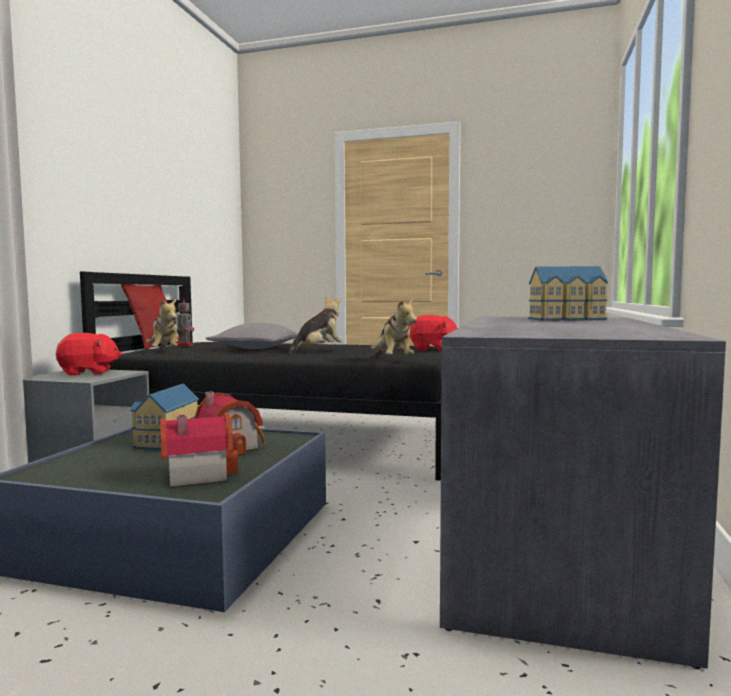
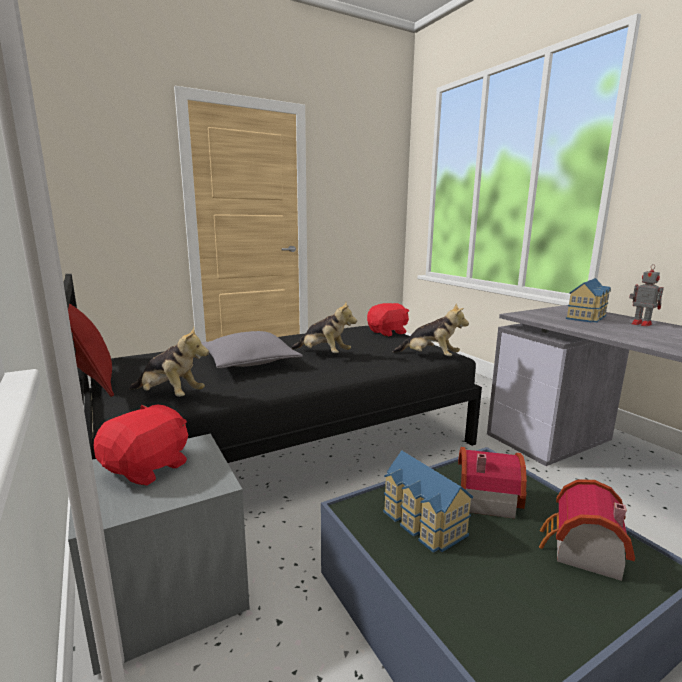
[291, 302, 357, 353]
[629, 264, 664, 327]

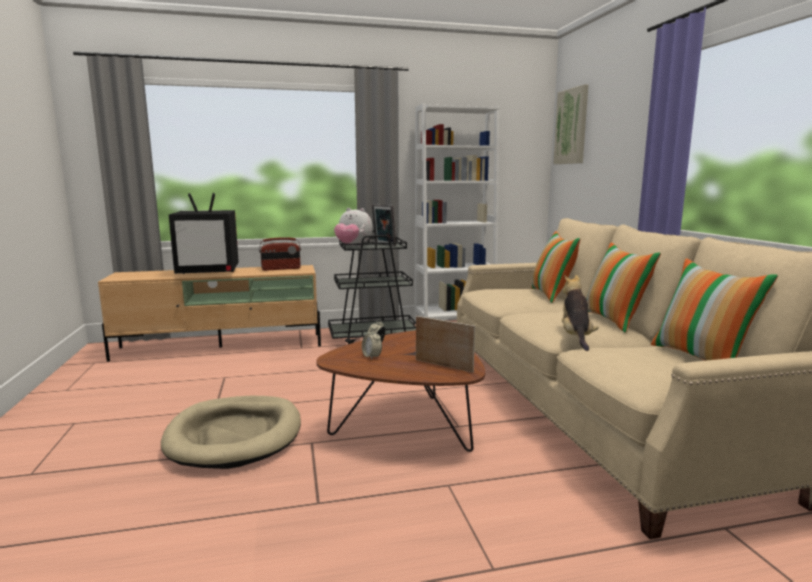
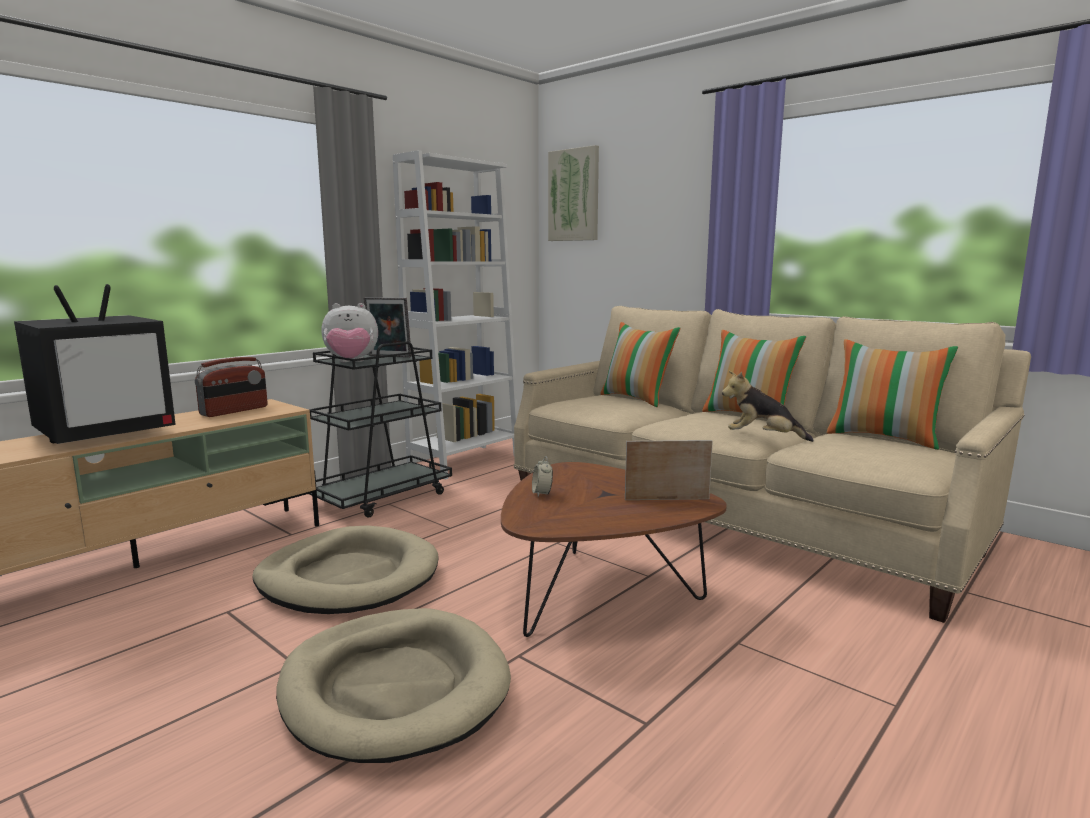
[252, 525, 438, 614]
[722, 371, 814, 442]
[362, 328, 382, 359] (first image)

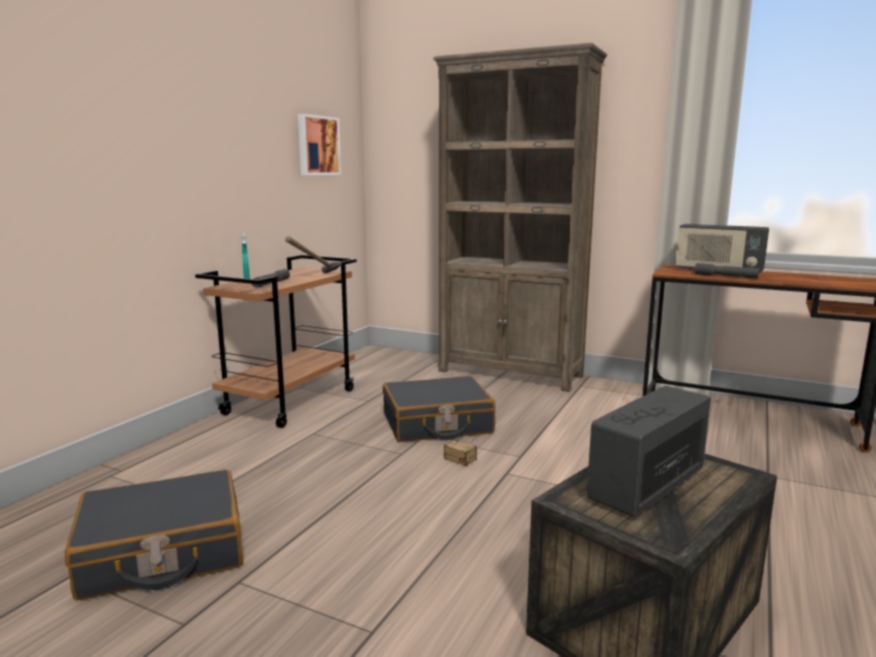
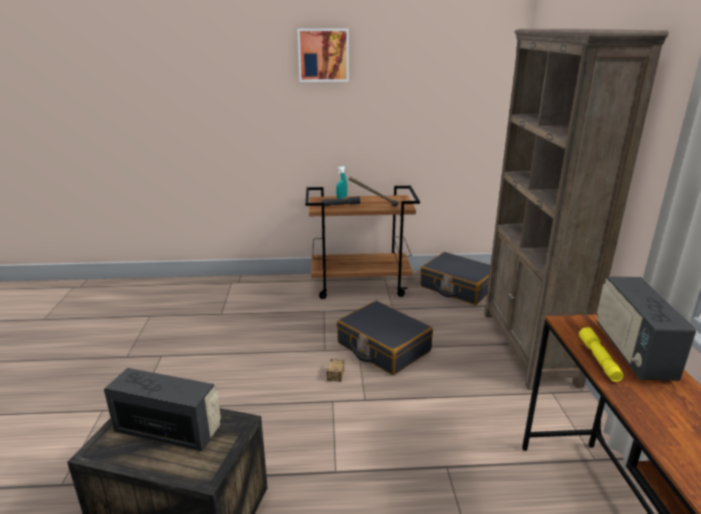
[297, 29, 349, 82]
[420, 252, 491, 305]
[579, 327, 624, 382]

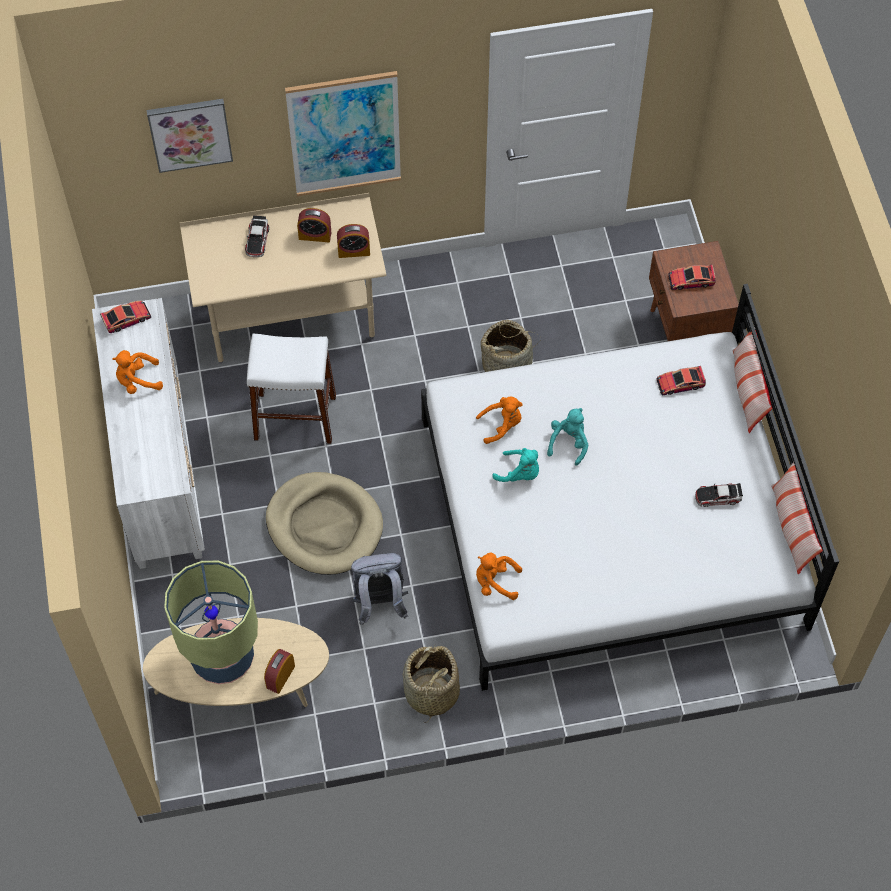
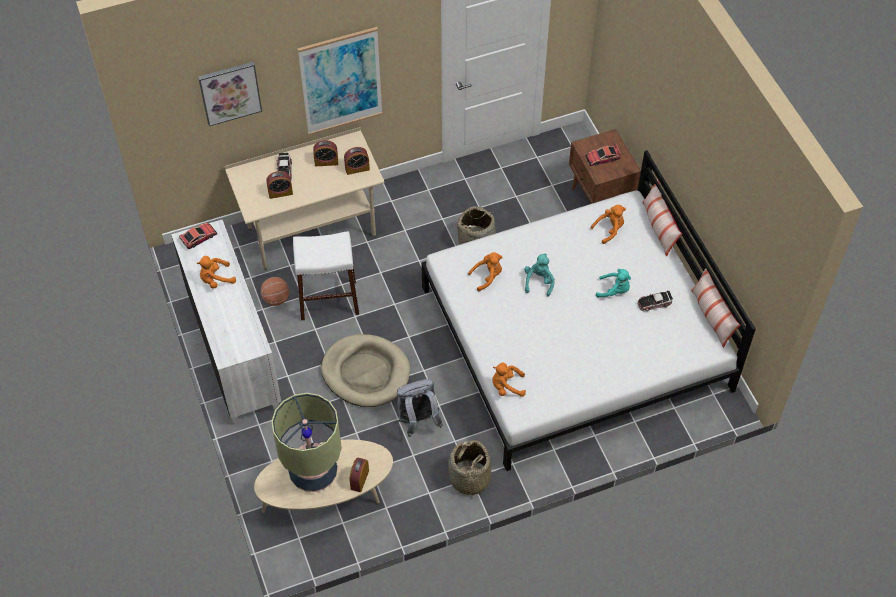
[261, 277, 289, 306]
[266, 171, 293, 199]
[591, 205, 626, 244]
[596, 269, 631, 298]

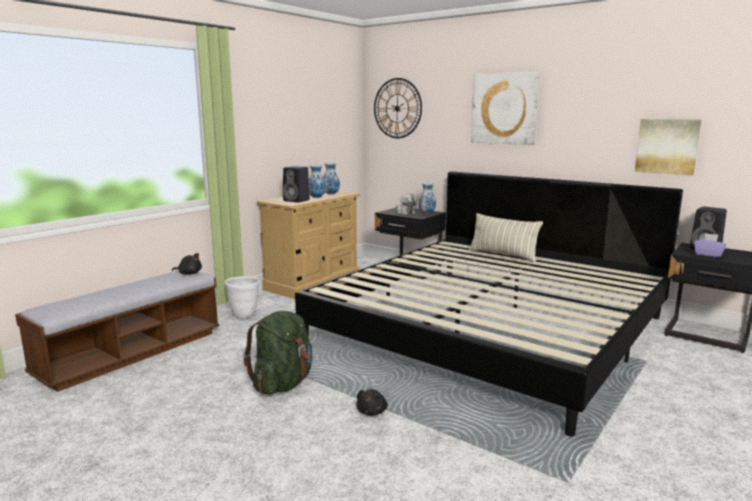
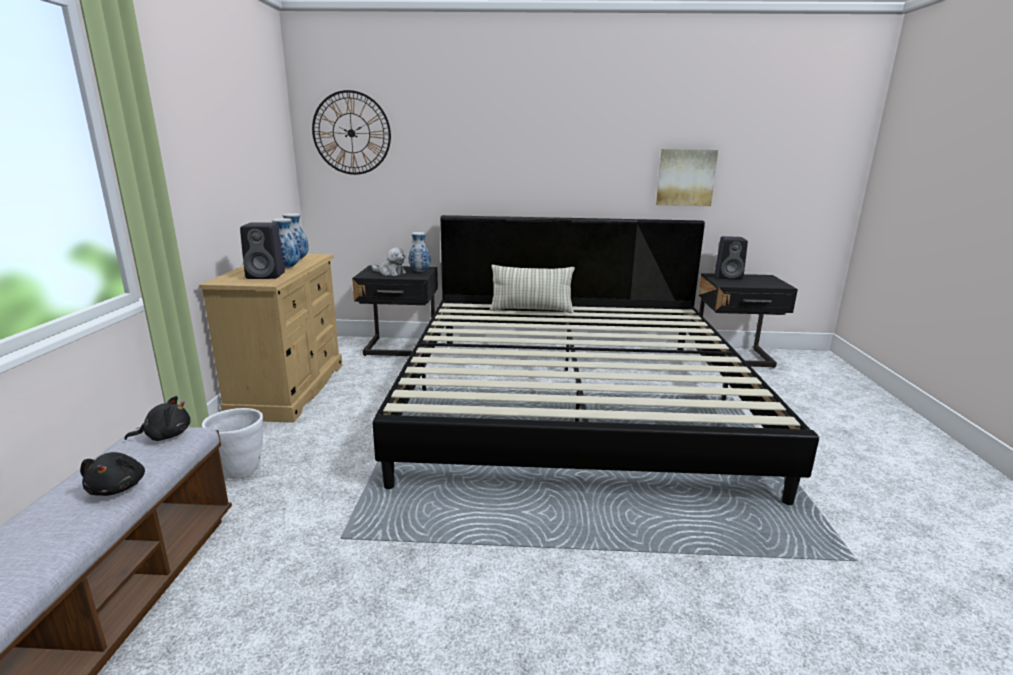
[80, 452, 145, 496]
[243, 311, 312, 395] (first image)
[471, 72, 540, 145] (first image)
[694, 233, 726, 258] (first image)

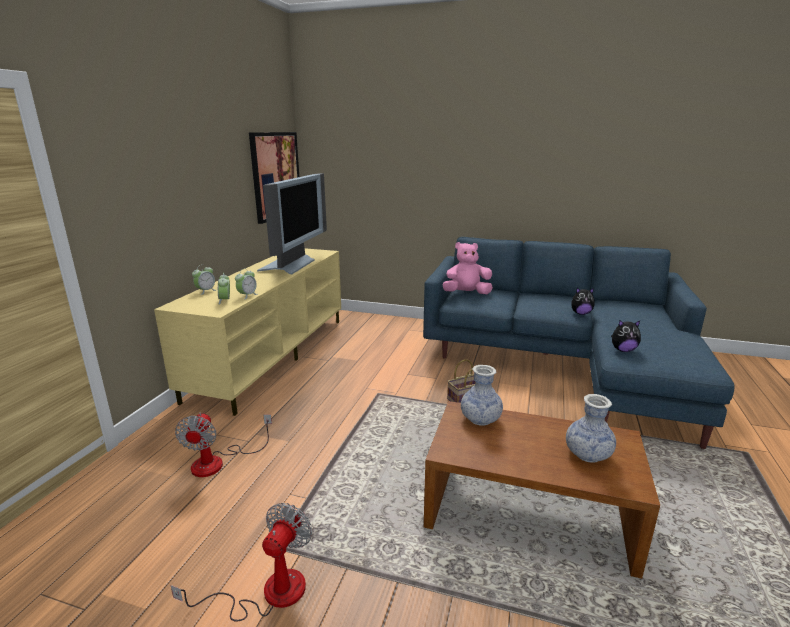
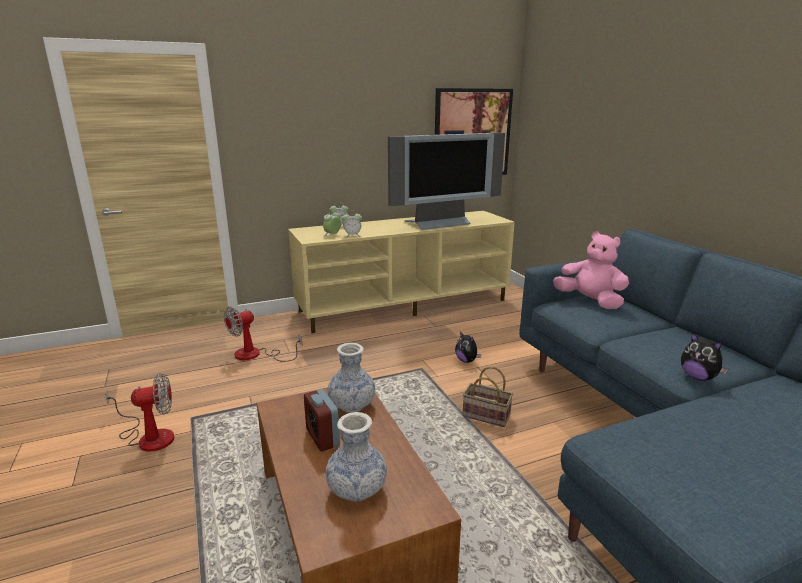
[304, 389, 340, 451]
[455, 331, 481, 363]

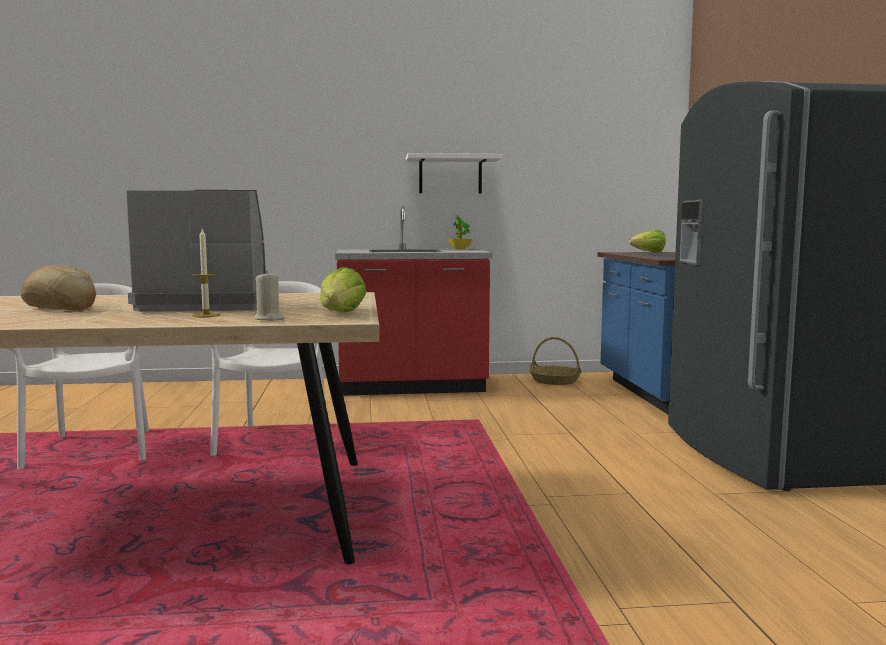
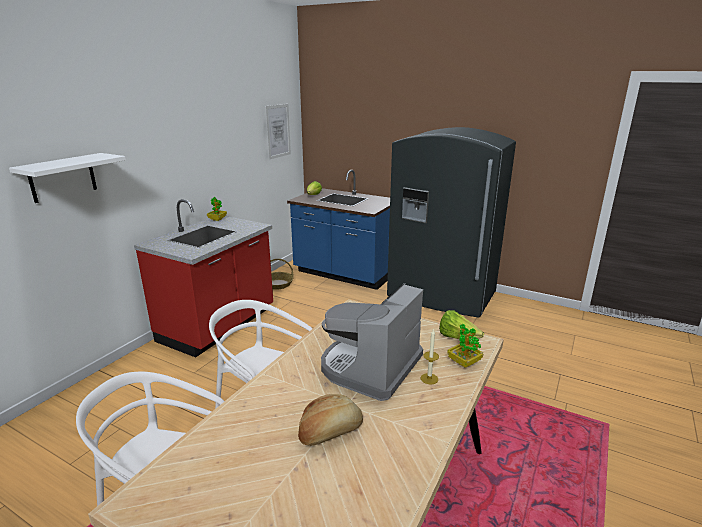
[9, 153, 126, 203]
[265, 104, 291, 160]
[447, 324, 483, 367]

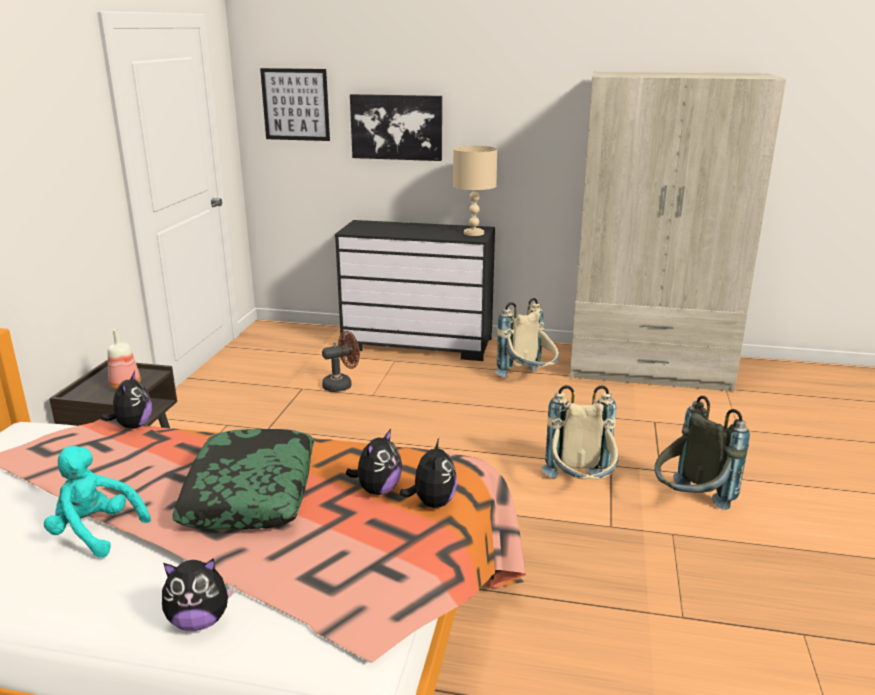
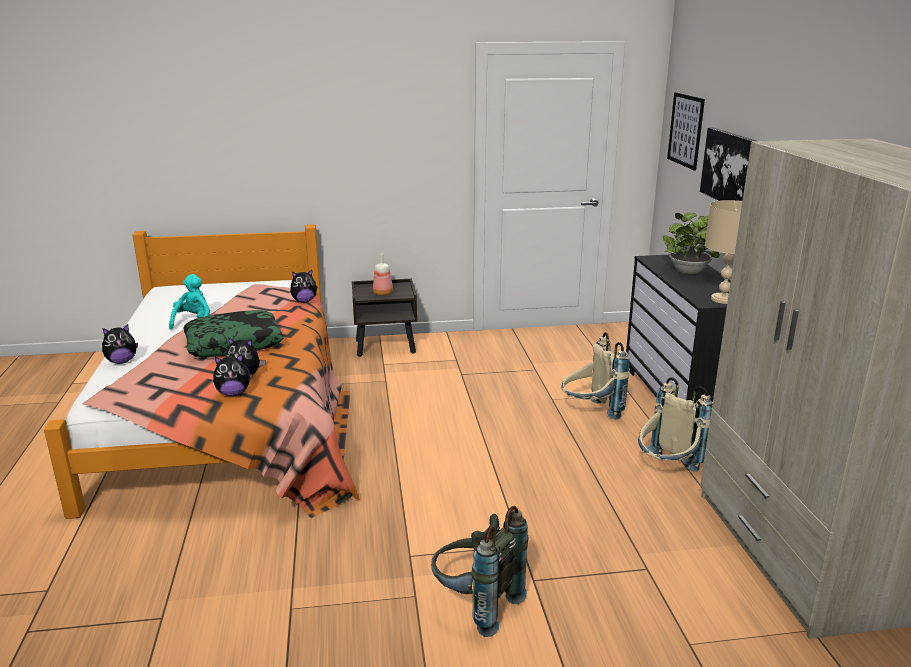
[102, 324, 138, 364]
[561, 332, 630, 420]
[663, 213, 720, 274]
[322, 331, 360, 392] (first image)

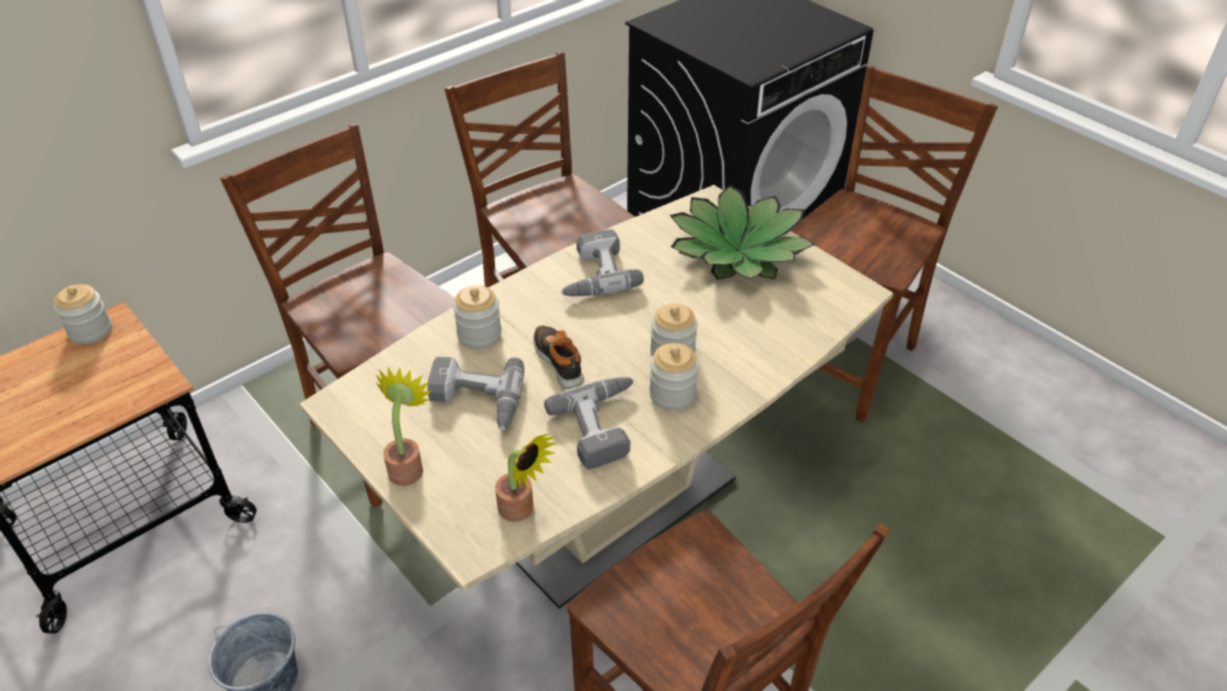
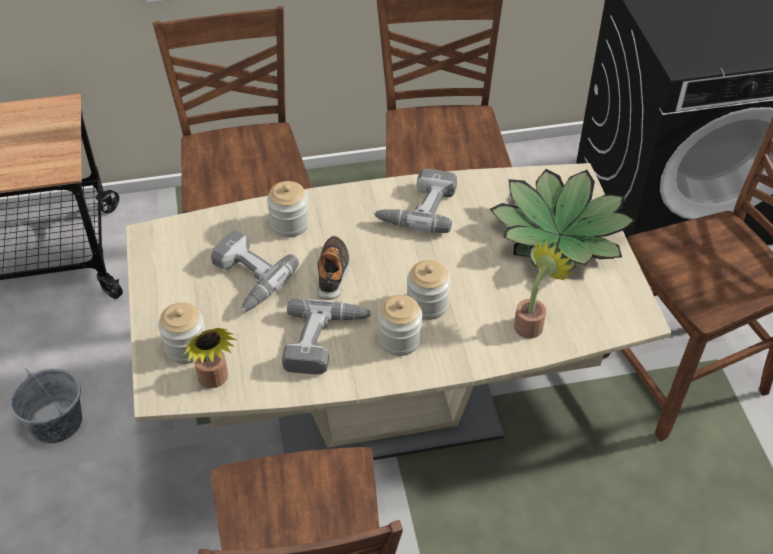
[158, 302, 205, 364]
[514, 241, 573, 339]

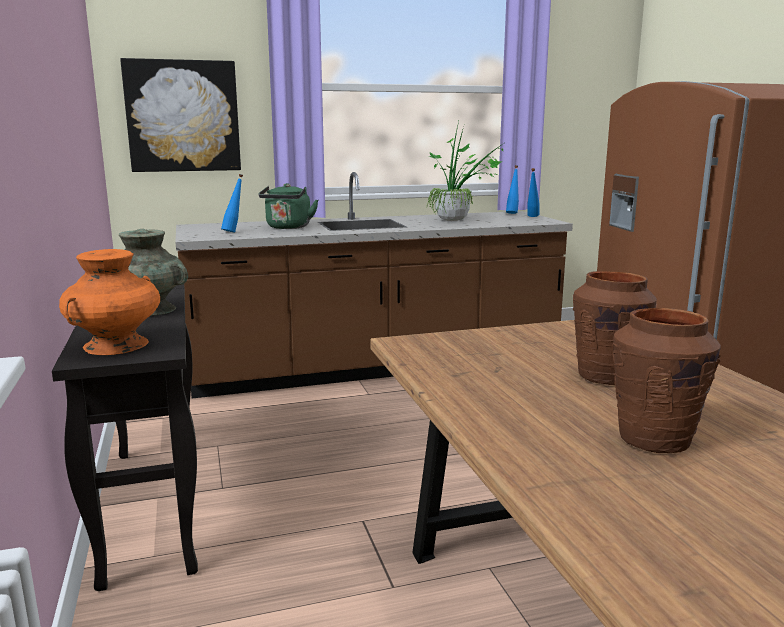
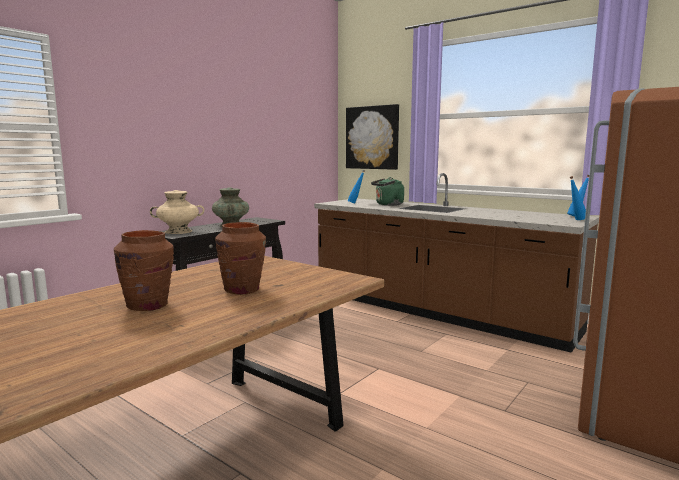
[150, 190, 204, 234]
[427, 121, 507, 221] (first image)

